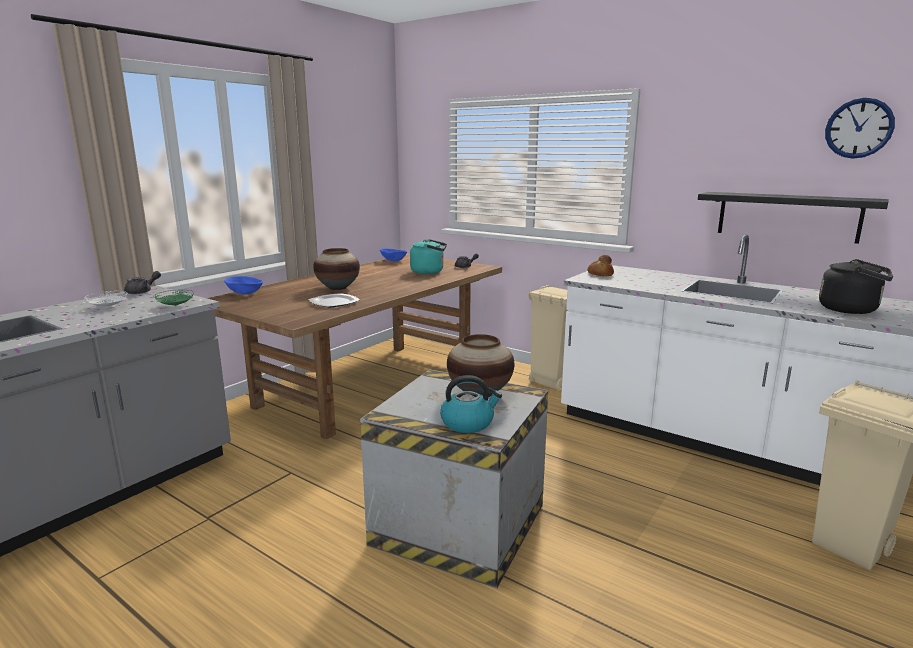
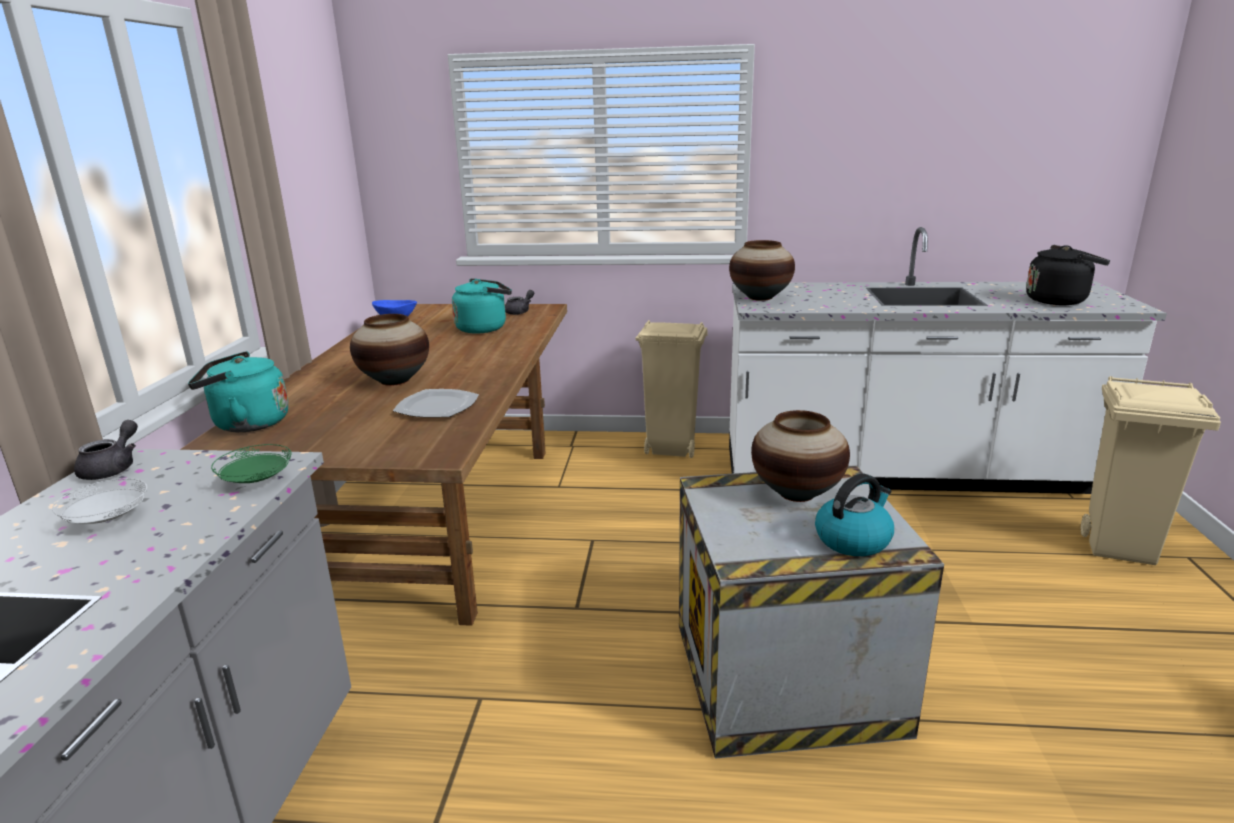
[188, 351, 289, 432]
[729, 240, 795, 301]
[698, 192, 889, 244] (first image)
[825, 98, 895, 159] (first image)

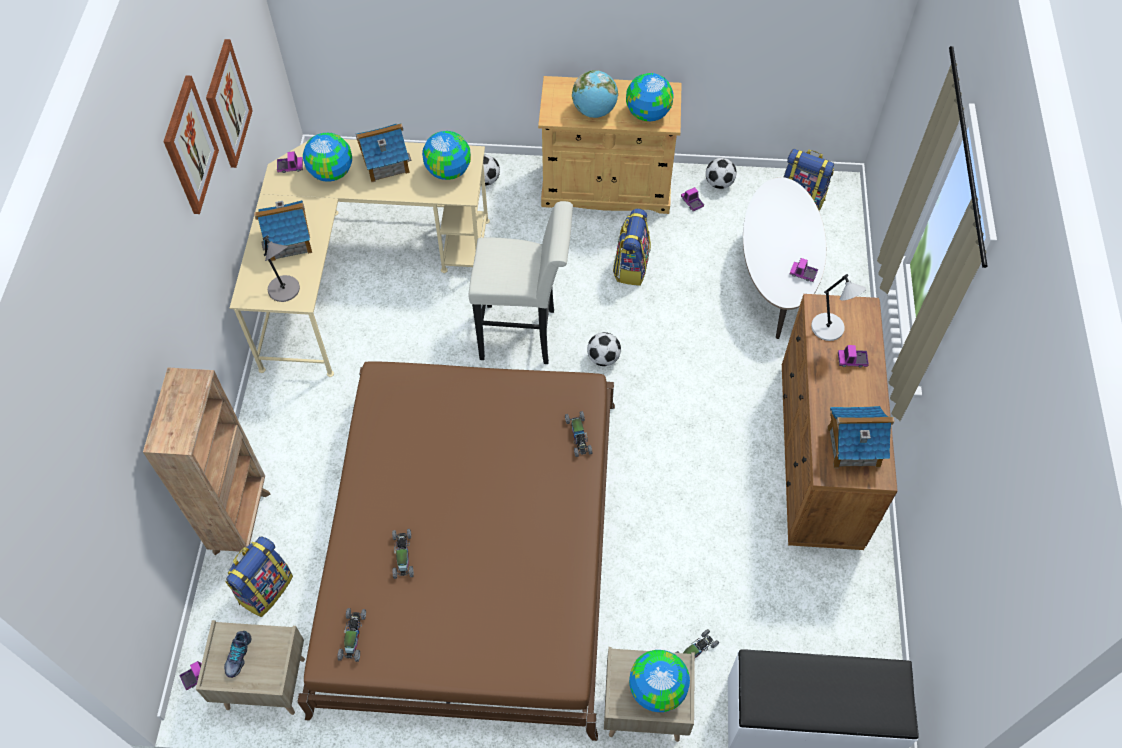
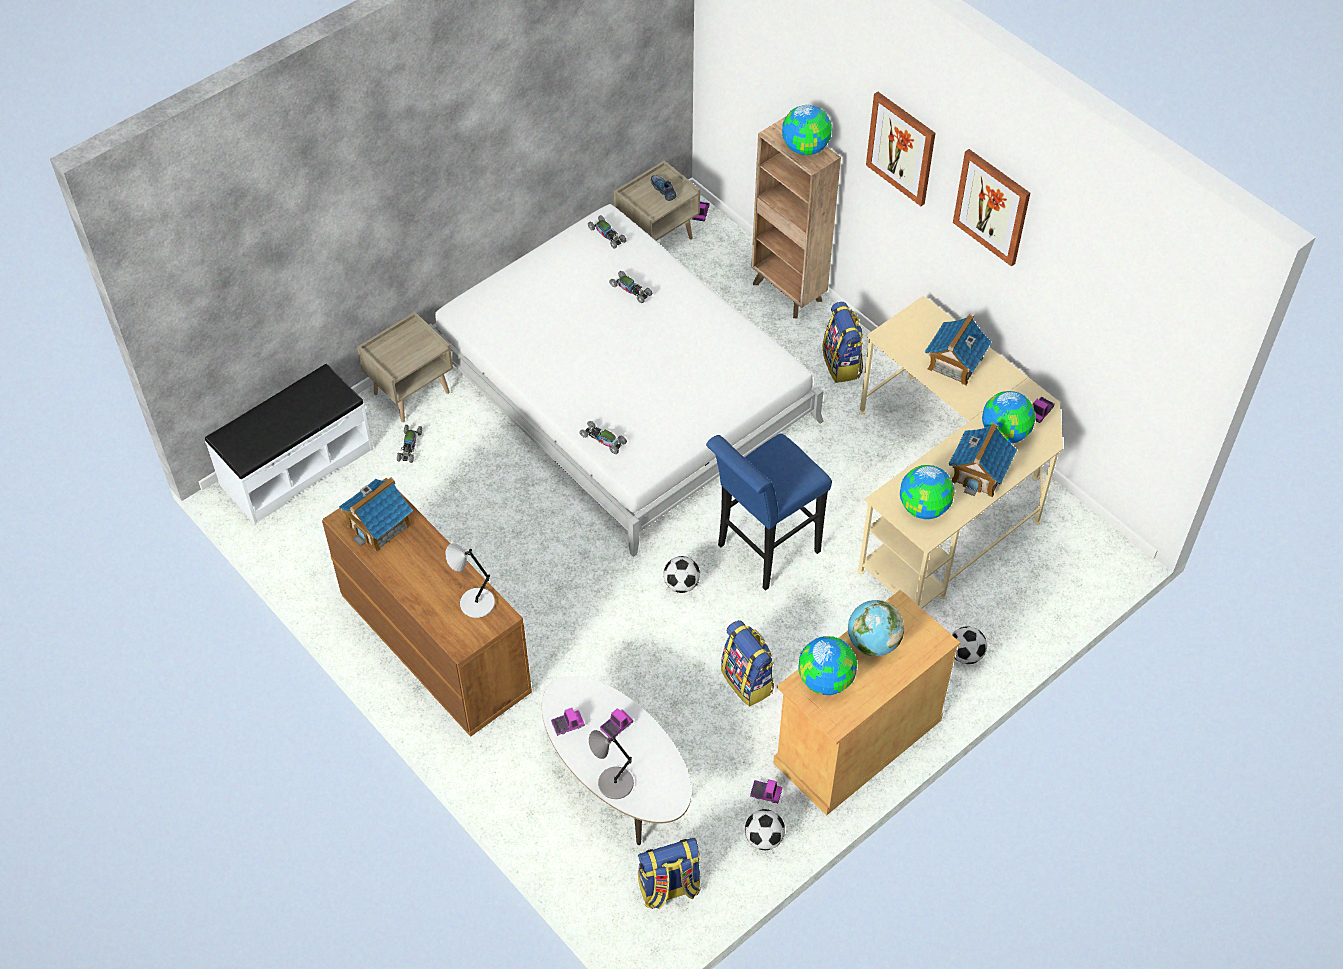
[429, 204, 824, 557]
[589, 730, 634, 799]
[600, 708, 633, 738]
[706, 433, 832, 591]
[782, 105, 832, 155]
[822, 302, 863, 383]
[866, 92, 936, 206]

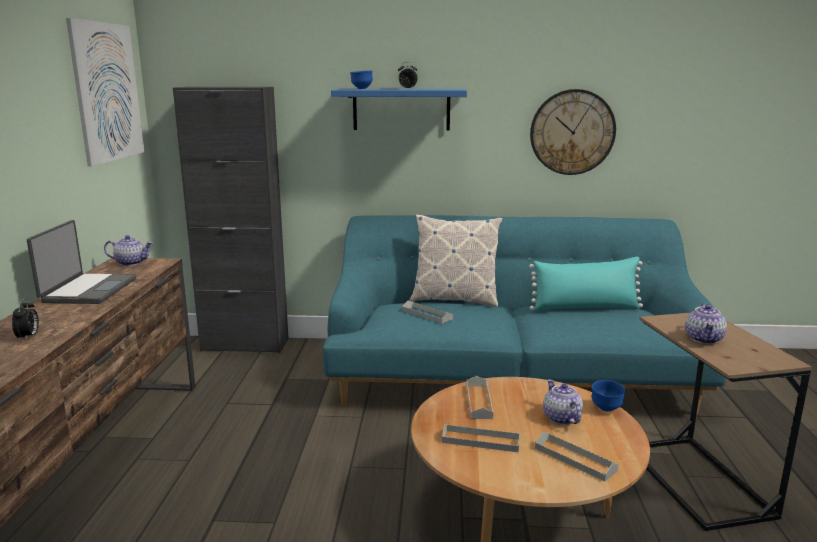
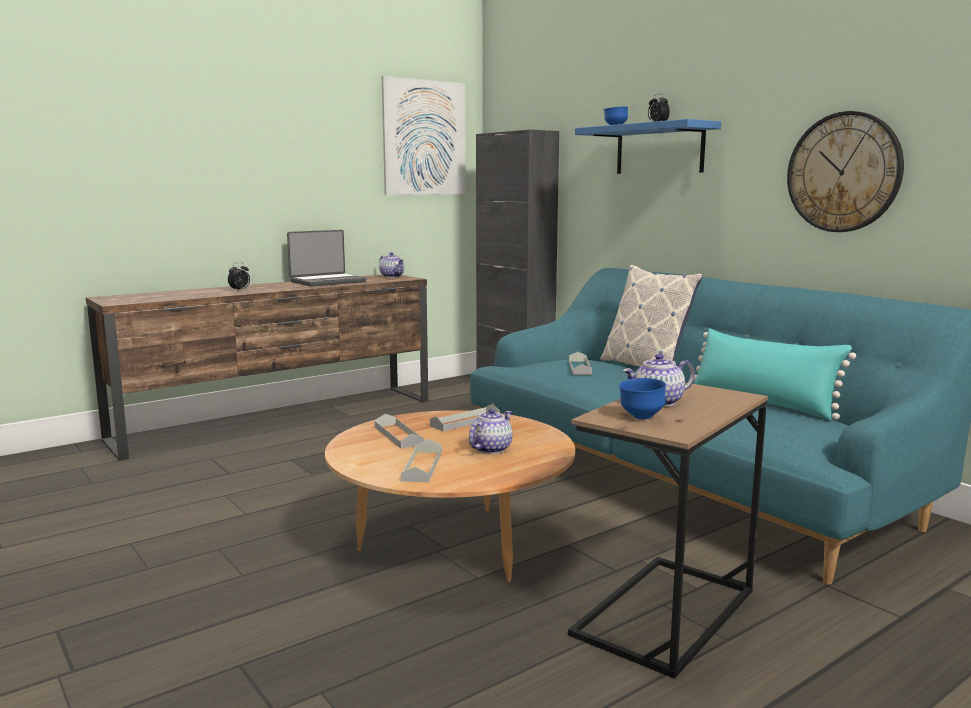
[619, 378, 666, 419]

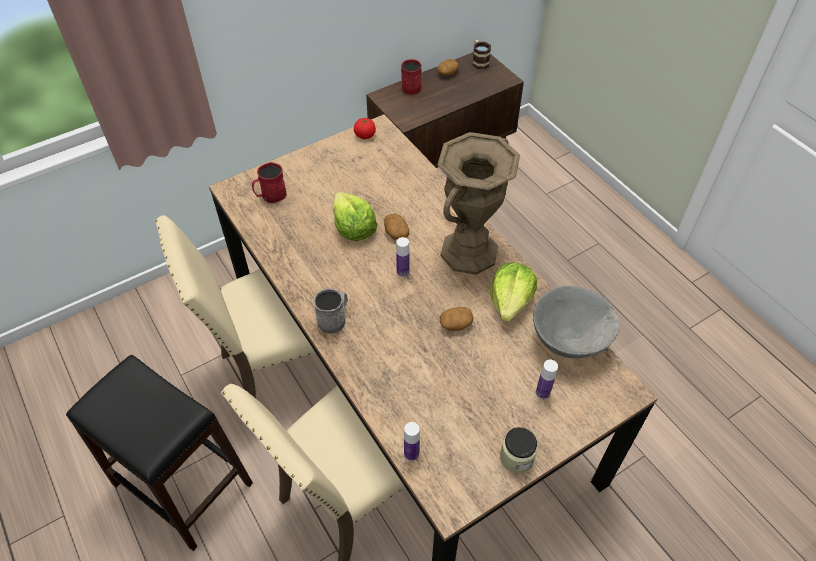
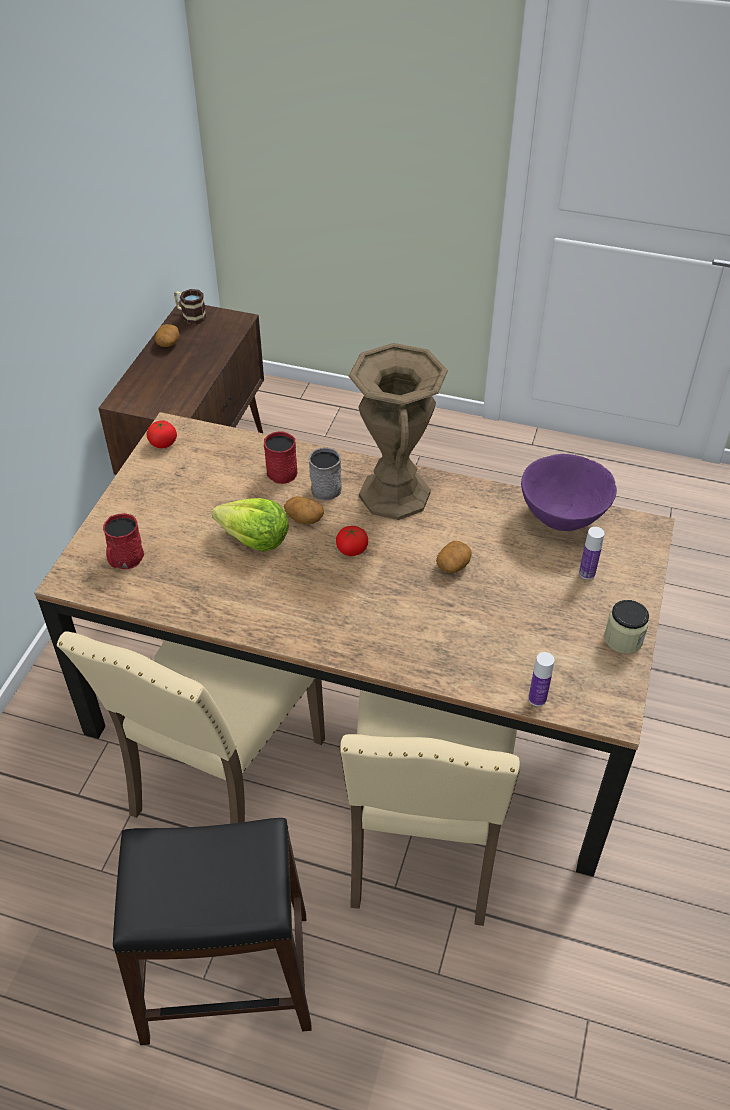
[264, 431, 297, 484]
[309, 447, 342, 501]
[336, 526, 368, 556]
[521, 454, 617, 531]
[490, 263, 537, 322] (first image)

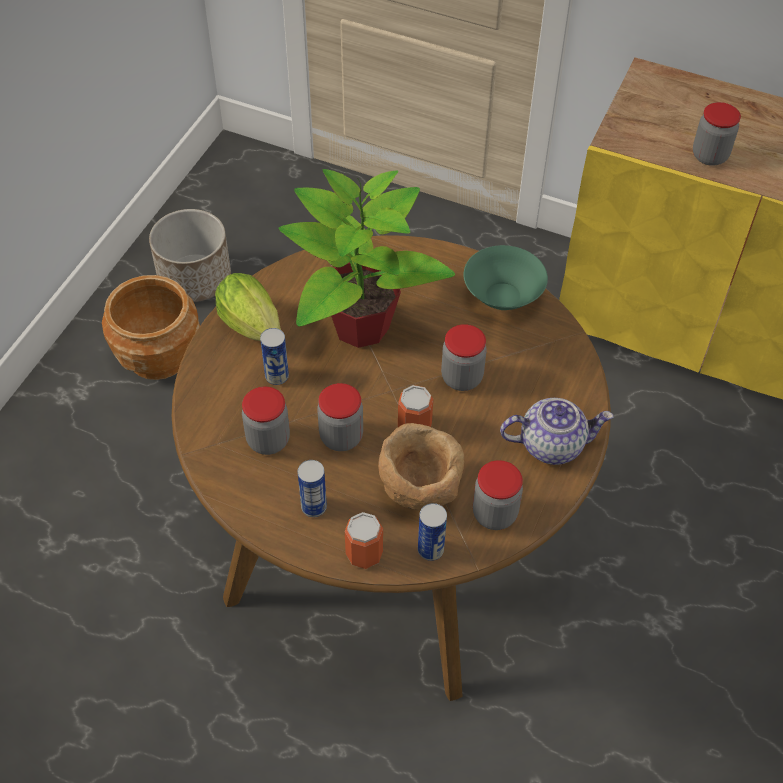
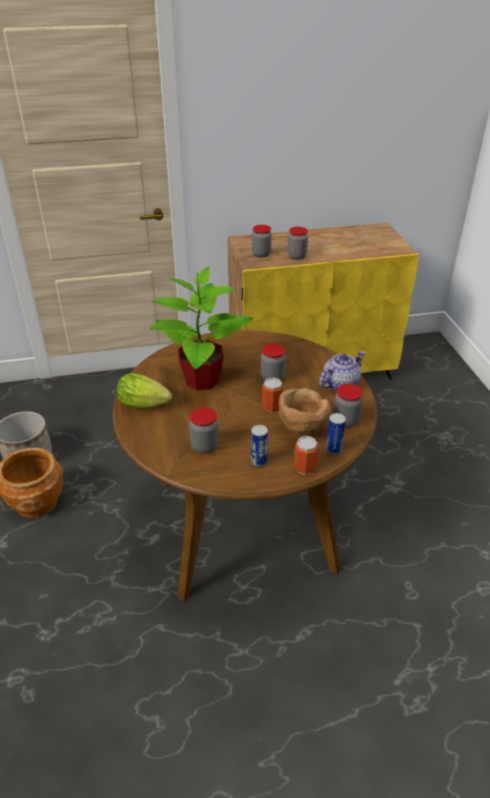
[252, 225, 272, 258]
[260, 328, 289, 385] (first image)
[463, 245, 548, 310] (first image)

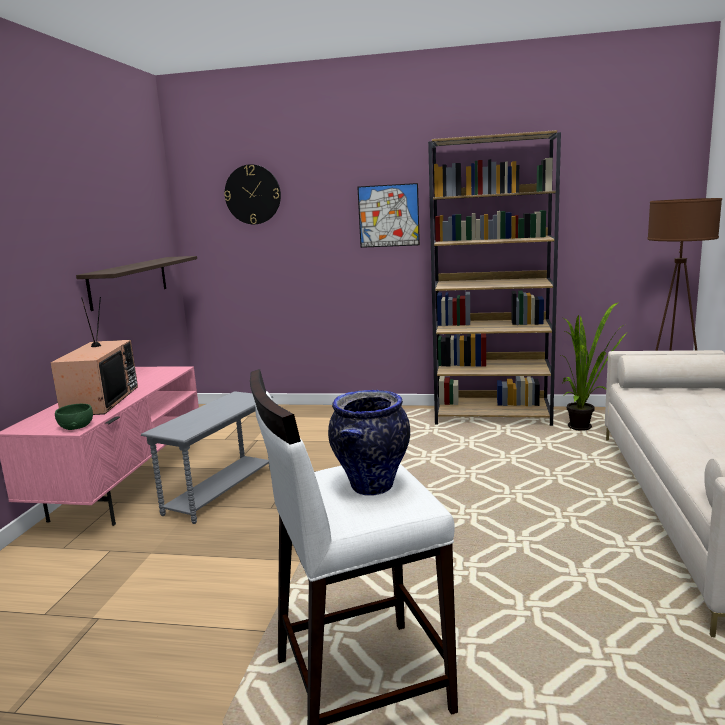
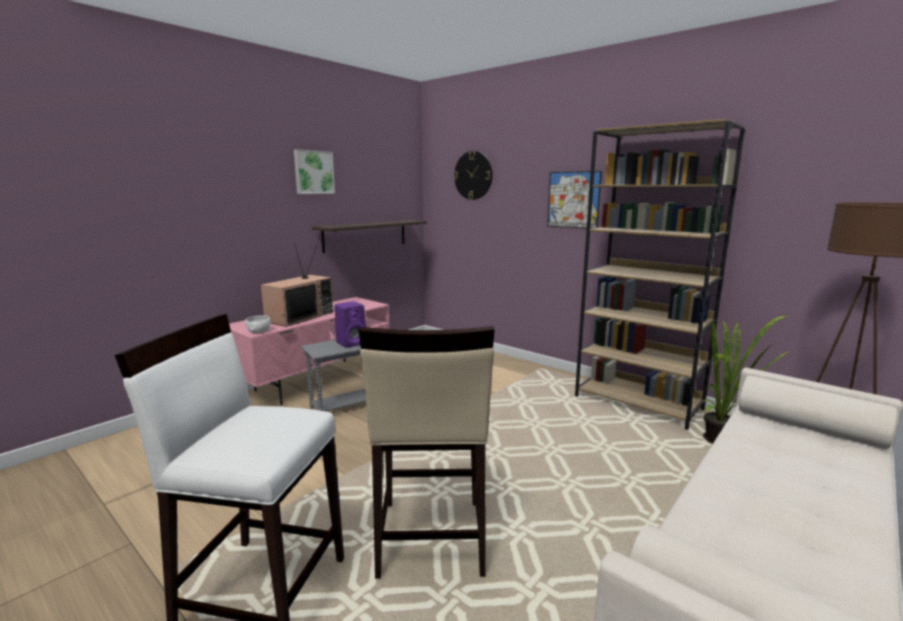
[245, 315, 271, 333]
[294, 149, 335, 194]
[335, 301, 366, 348]
[359, 326, 494, 579]
[328, 390, 410, 496] (first image)

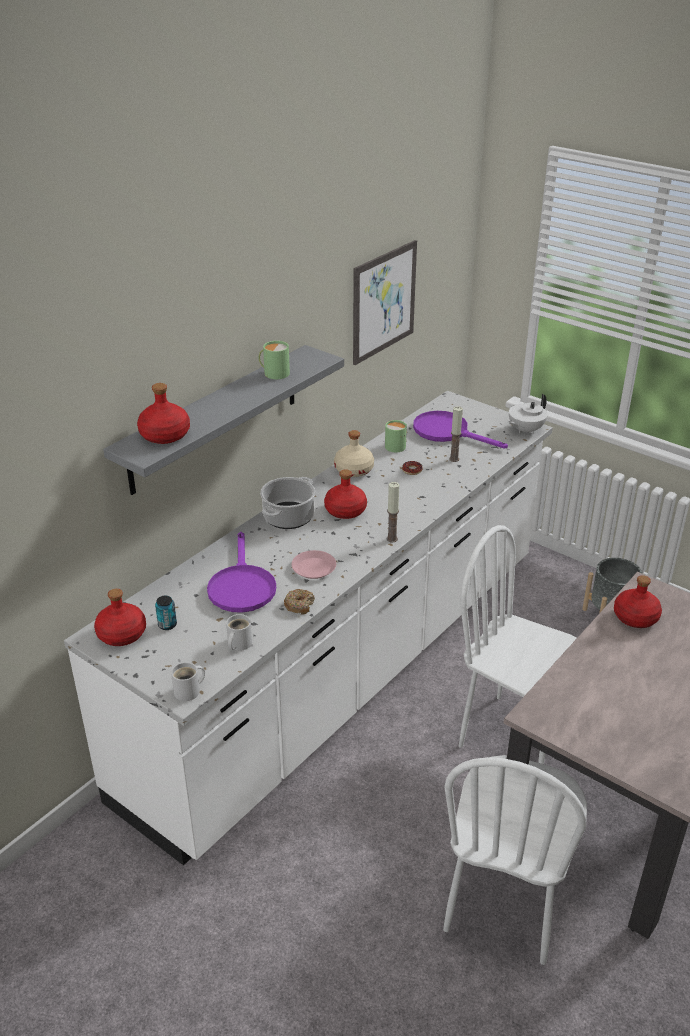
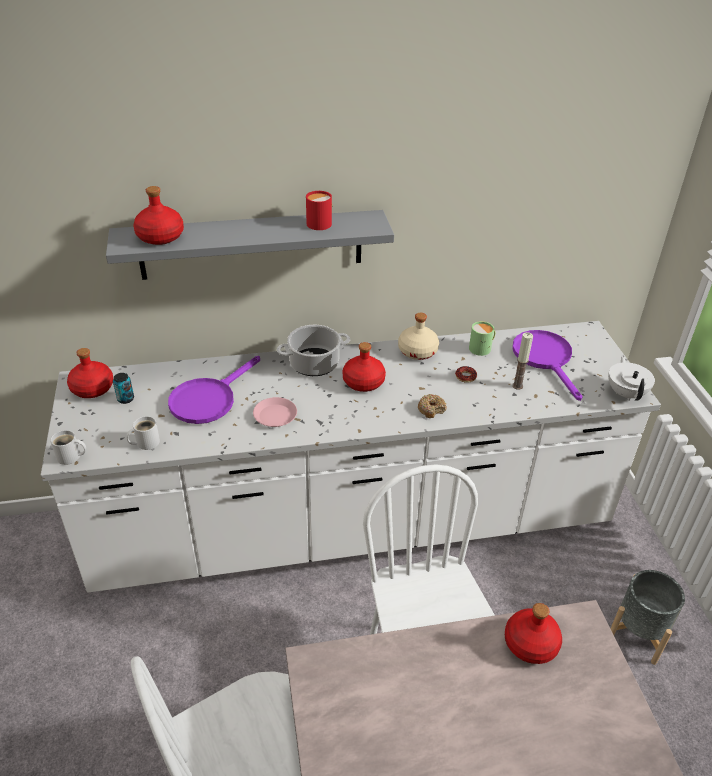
[306, 191, 333, 230]
[418, 394, 446, 418]
[608, 355, 655, 401]
[353, 240, 417, 365] (first image)
[387, 482, 399, 543] (first image)

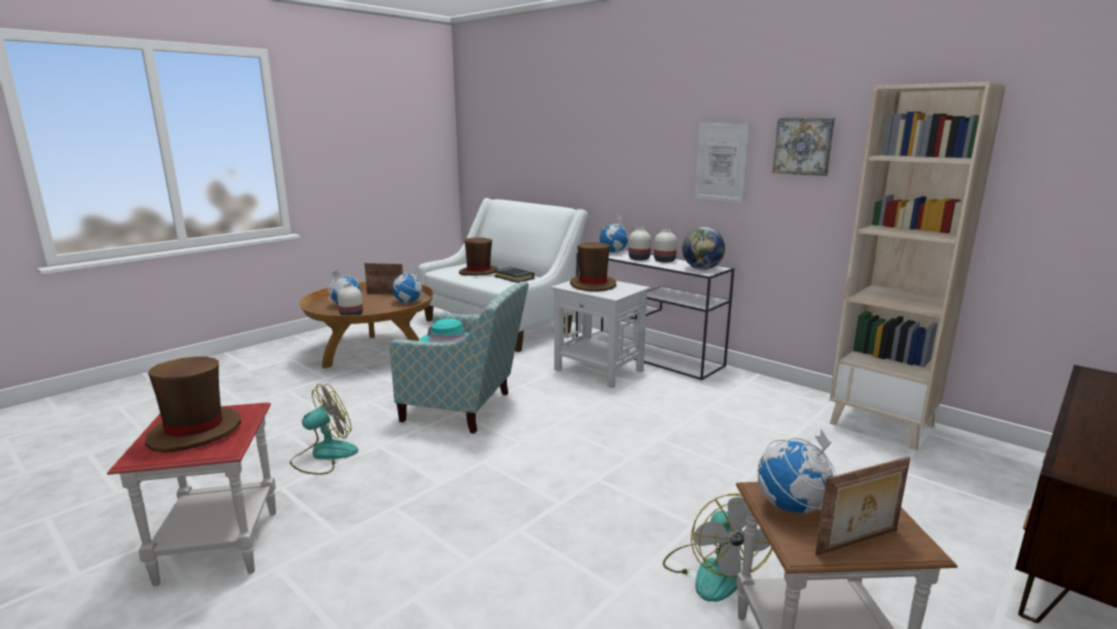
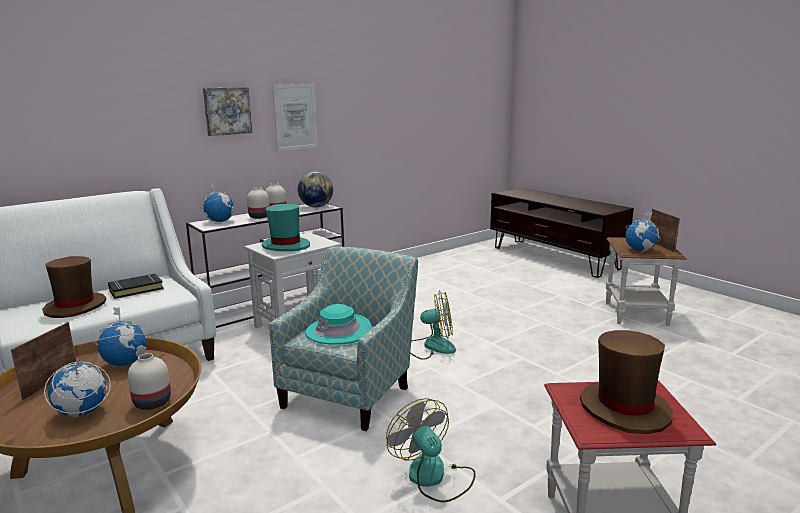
[203, 87, 252, 136]
[262, 204, 310, 251]
[410, 290, 456, 360]
[829, 82, 1006, 450] (first image)

